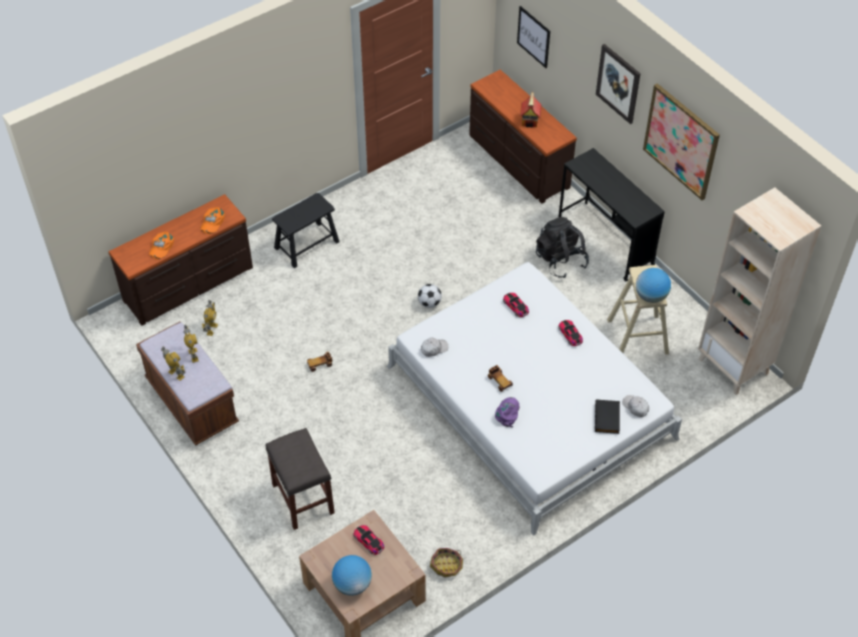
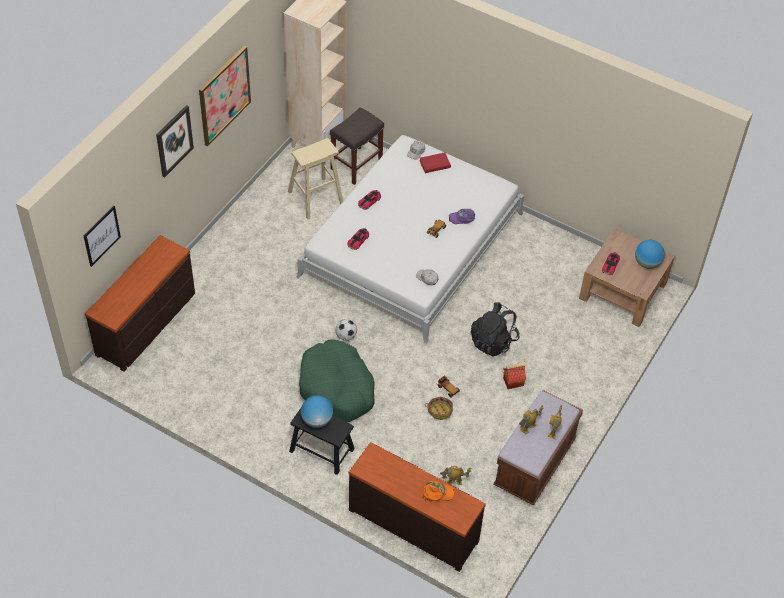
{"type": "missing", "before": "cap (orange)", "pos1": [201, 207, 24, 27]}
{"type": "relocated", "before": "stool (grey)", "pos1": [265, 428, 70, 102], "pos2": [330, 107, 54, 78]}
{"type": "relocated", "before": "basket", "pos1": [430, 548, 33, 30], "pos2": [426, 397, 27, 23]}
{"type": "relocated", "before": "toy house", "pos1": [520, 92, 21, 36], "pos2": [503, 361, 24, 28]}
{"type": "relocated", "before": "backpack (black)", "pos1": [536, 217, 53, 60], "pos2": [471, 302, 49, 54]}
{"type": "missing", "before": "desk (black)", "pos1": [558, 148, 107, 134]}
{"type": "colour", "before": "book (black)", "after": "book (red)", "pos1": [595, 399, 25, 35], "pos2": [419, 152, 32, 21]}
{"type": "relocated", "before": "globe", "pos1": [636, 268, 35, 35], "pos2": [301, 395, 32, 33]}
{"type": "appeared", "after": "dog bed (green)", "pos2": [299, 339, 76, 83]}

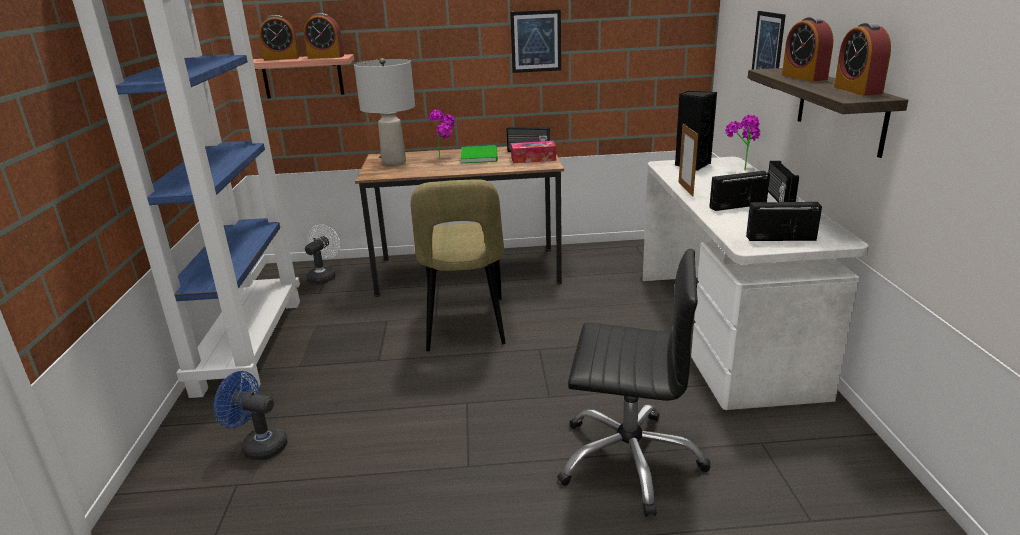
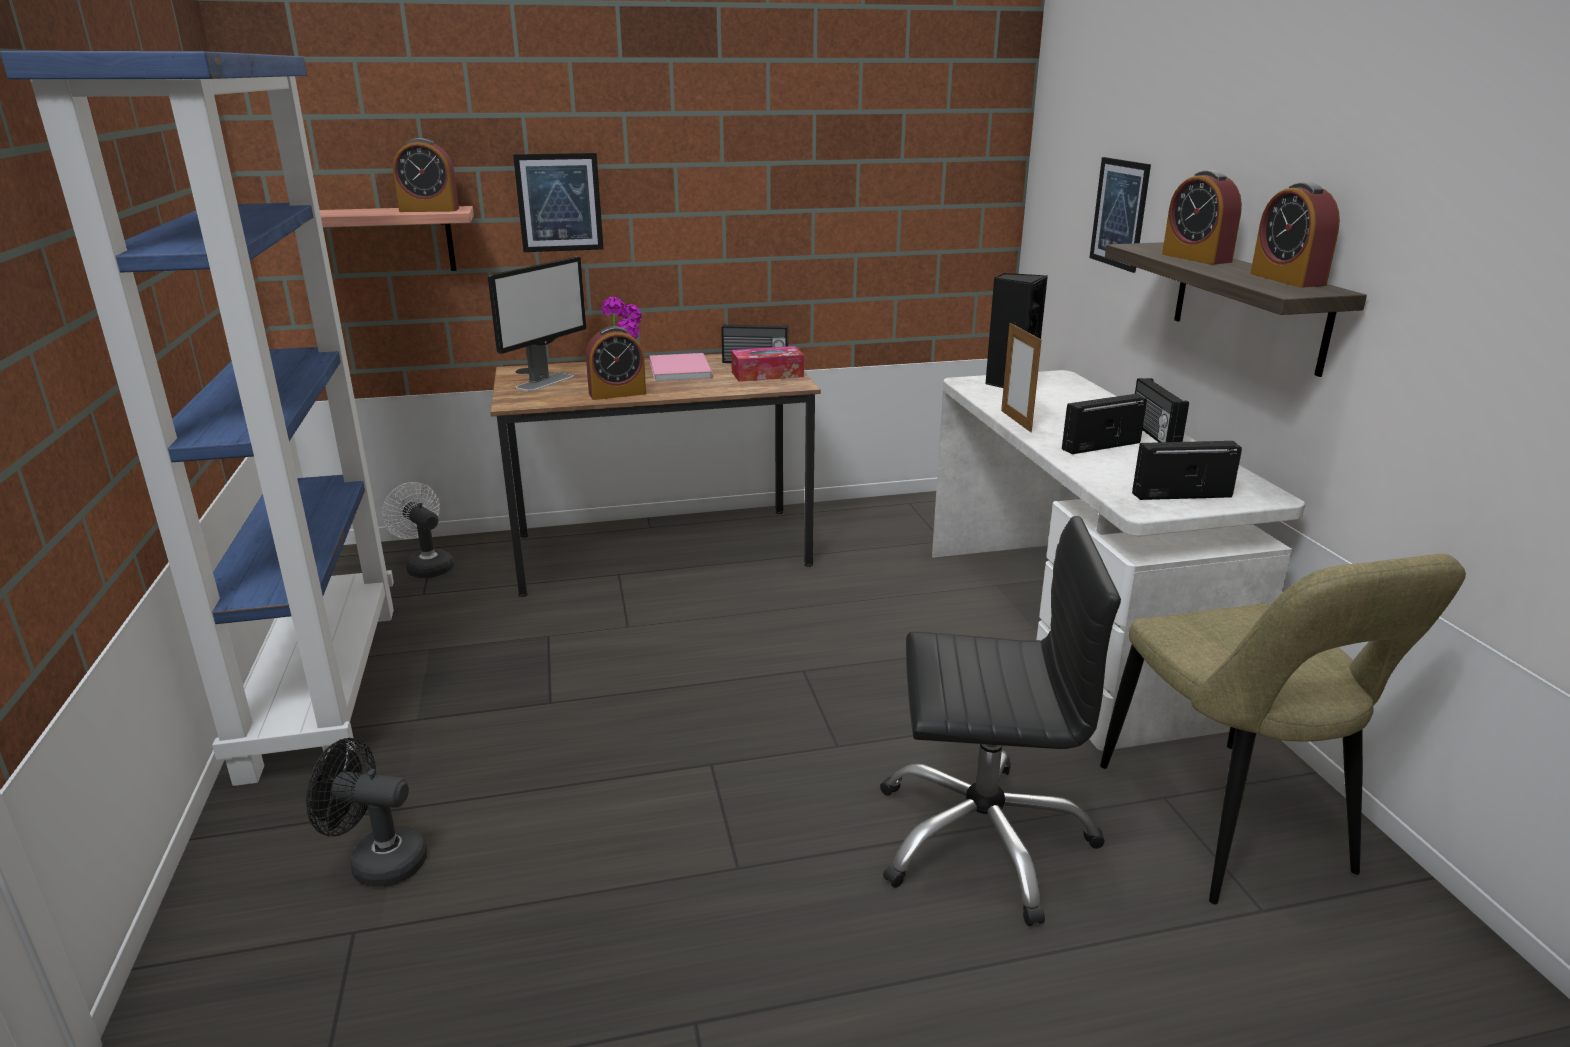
{"type": "colour", "before": "fan (blue)", "after": "fan (black)", "pos1": [214, 371, 74, 89], "pos2": [306, 738, 122, 149]}
{"type": "relocated", "before": "alarm clock", "pos1": [259, 15, 40, 46], "pos2": [586, 326, 60, 74]}
{"type": "spun", "before": "fan (white)", "pos1": [305, 224, 35, 60], "pos2": [382, 482, 72, 96], "turn": -60}
{"type": "exchanged", "before": "table lamp (grey)", "after": "monitor", "pos1": [354, 58, 61, 108], "pos2": [488, 257, 98, 134]}
{"type": "relocated", "before": "chair (beige)", "pos1": [410, 179, 96, 172], "pos2": [1100, 554, 366, 350]}
{"type": "colour", "before": "book (green)", "after": "book (pink)", "pos1": [460, 145, 38, 18], "pos2": [650, 353, 63, 29]}
{"type": "relocated", "before": "picture", "pos1": [510, 10, 51, 63], "pos2": [513, 153, 91, 99]}
{"type": "missing", "before": "potted plant", "pos1": [725, 115, 35, 56]}

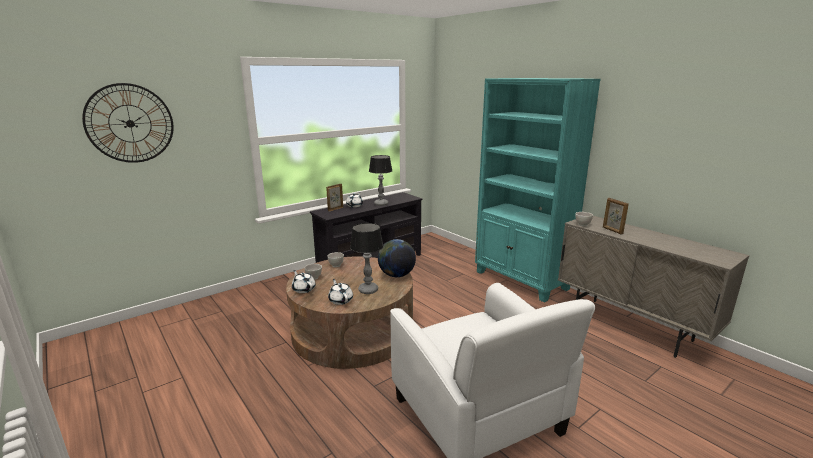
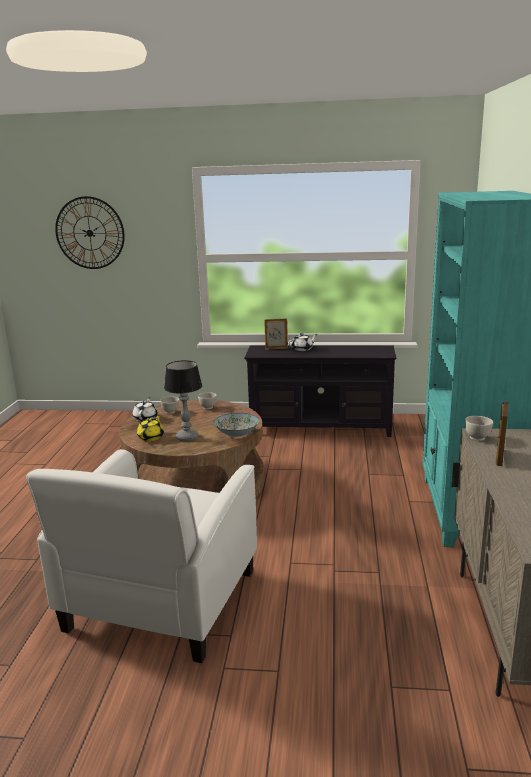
{"type": "colour", "before": "teapot (white)", "after": "teapot (yellow)", "pos1": [328, 279, 25, 26], "pos2": [137, 414, 27, 27]}
{"type": "missing", "before": "table lamp", "pos1": [369, 155, 23, 51]}
{"type": "exchanged", "before": "globe", "after": "bowl", "pos1": [378, 239, 38, 38], "pos2": [214, 413, 45, 24]}

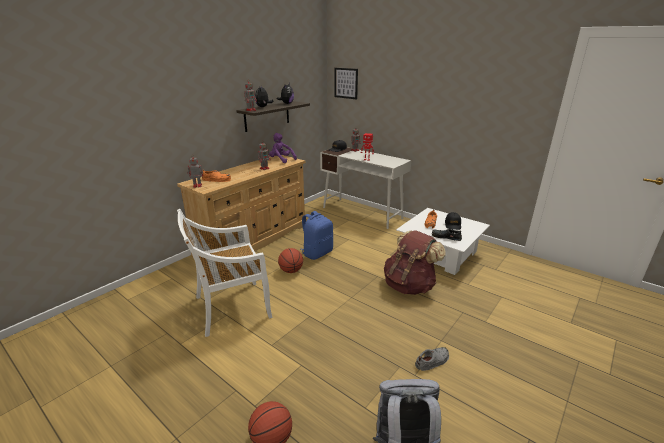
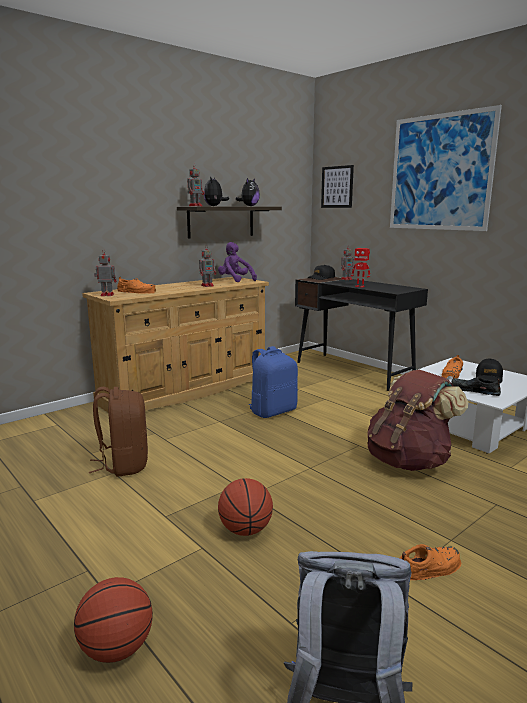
{"type": "exchanged", "before": "chair (white)", "after": "backpack (brown)", "pos1": [177, 209, 96, 128], "pos2": [88, 387, 60, 90]}
{"type": "relocated", "before": "basketball", "pos1": [278, 248, 25, 25], "pos2": [218, 478, 55, 58]}
{"type": "colour", "before": "desk (white)", "after": "desk (black)", "pos1": [320, 147, 91, 82], "pos2": [295, 277, 133, 114]}
{"type": "colour", "before": "shoe (grey)", "after": "shoe (orange)", "pos1": [415, 347, 34, 24], "pos2": [400, 544, 61, 36]}
{"type": "appeared", "after": "picture", "pos2": [390, 105, 112, 126]}

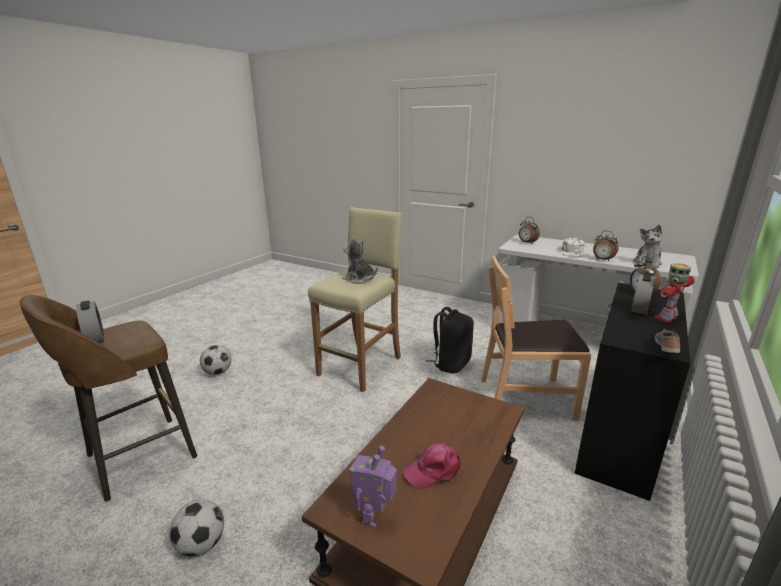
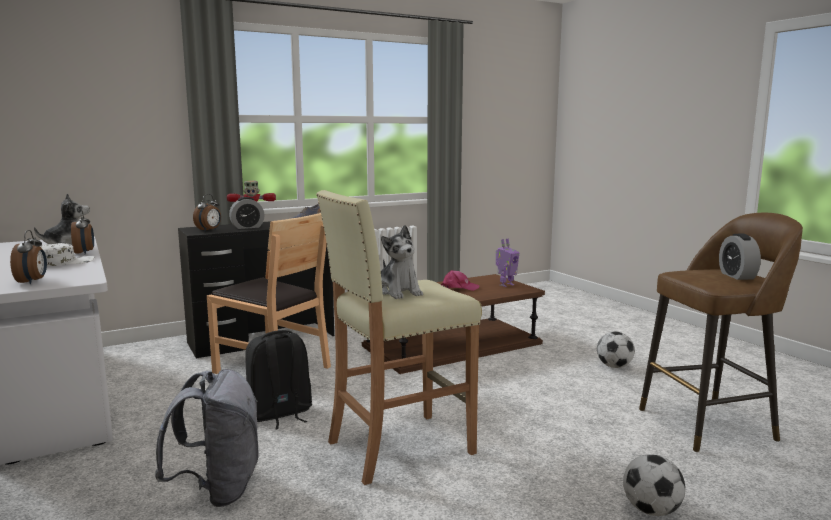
{"type": "appeared", "after": "backpack (grey)", "pos2": [155, 369, 104, 138]}

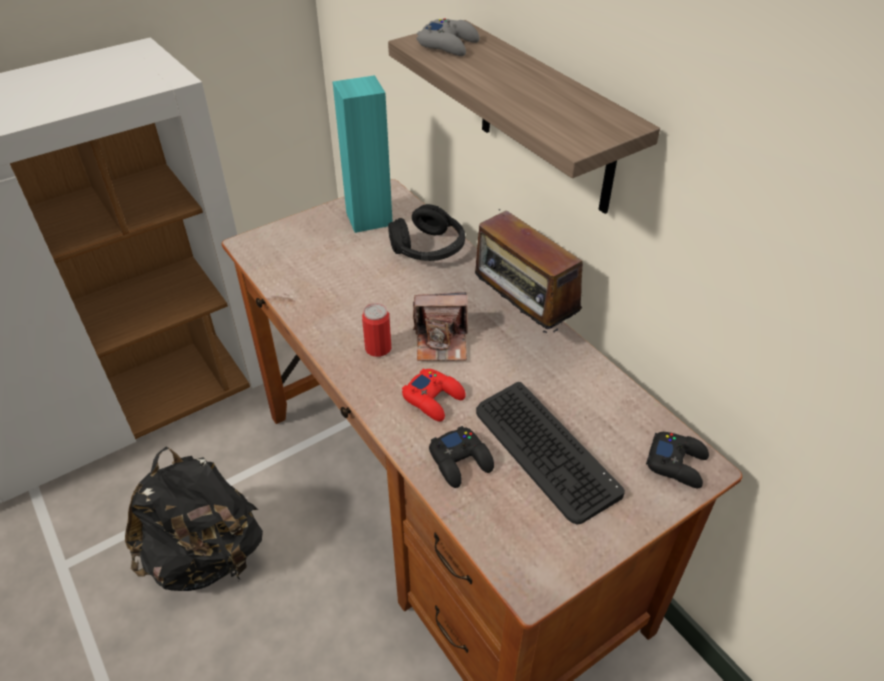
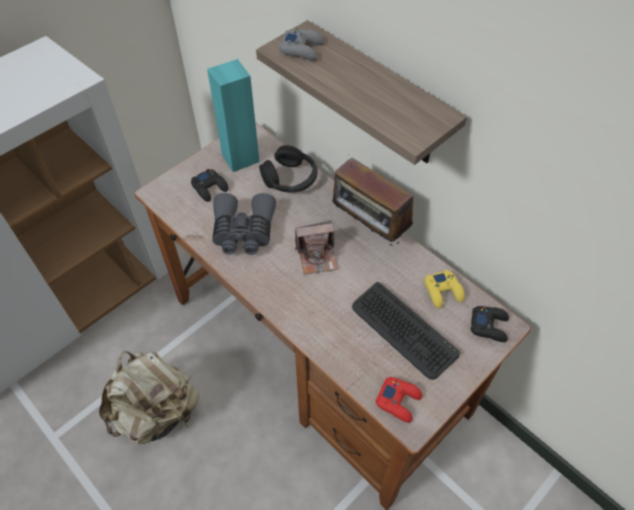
{"type": "colour", "before": "backpack (black)", "after": "backpack (beige)", "pos1": [125, 447, 138, 144], "pos2": [99, 351, 100, 93]}
{"type": "missing", "before": "can", "pos1": [362, 303, 29, 54]}
{"type": "relocated", "before": "game controller (red)", "pos1": [402, 368, 64, 54], "pos2": [375, 377, 47, 46]}
{"type": "relocated", "before": "game controller (black)", "pos1": [429, 426, 65, 62], "pos2": [191, 169, 37, 33]}
{"type": "appeared", "after": "binoculars (grey)", "pos2": [212, 193, 64, 62]}
{"type": "appeared", "after": "game controller (yellow)", "pos2": [425, 270, 40, 38]}

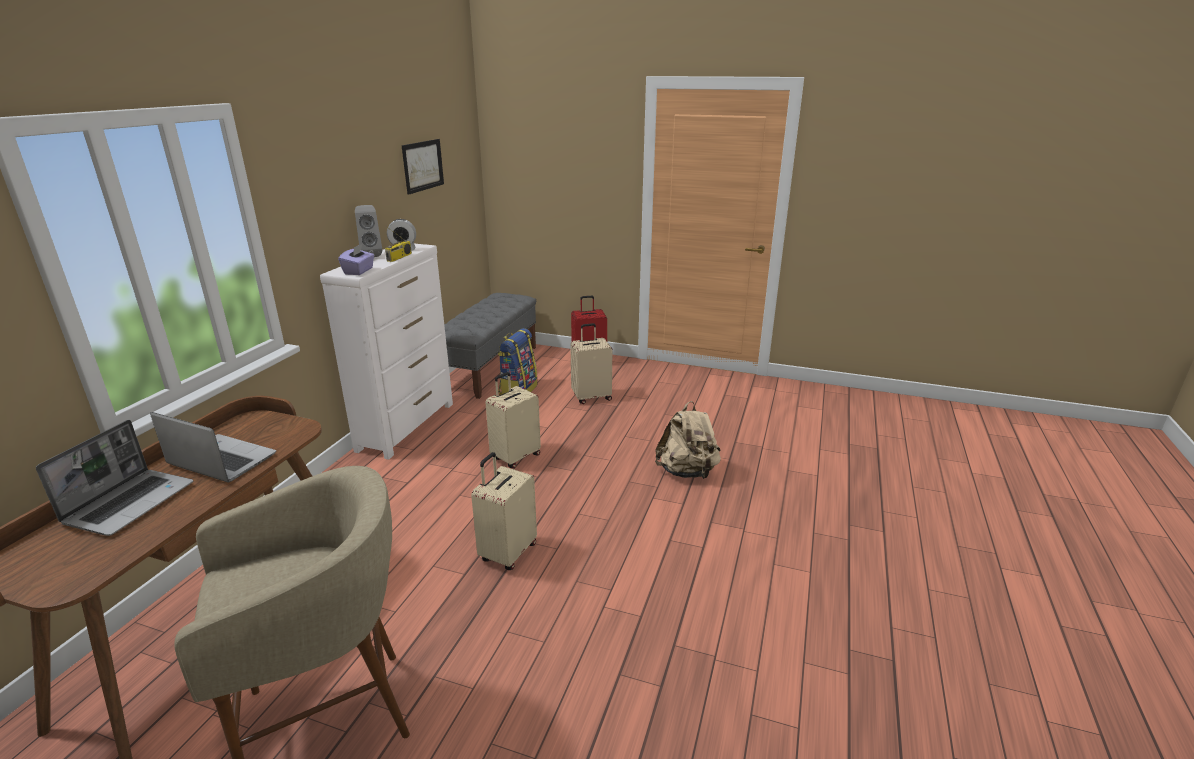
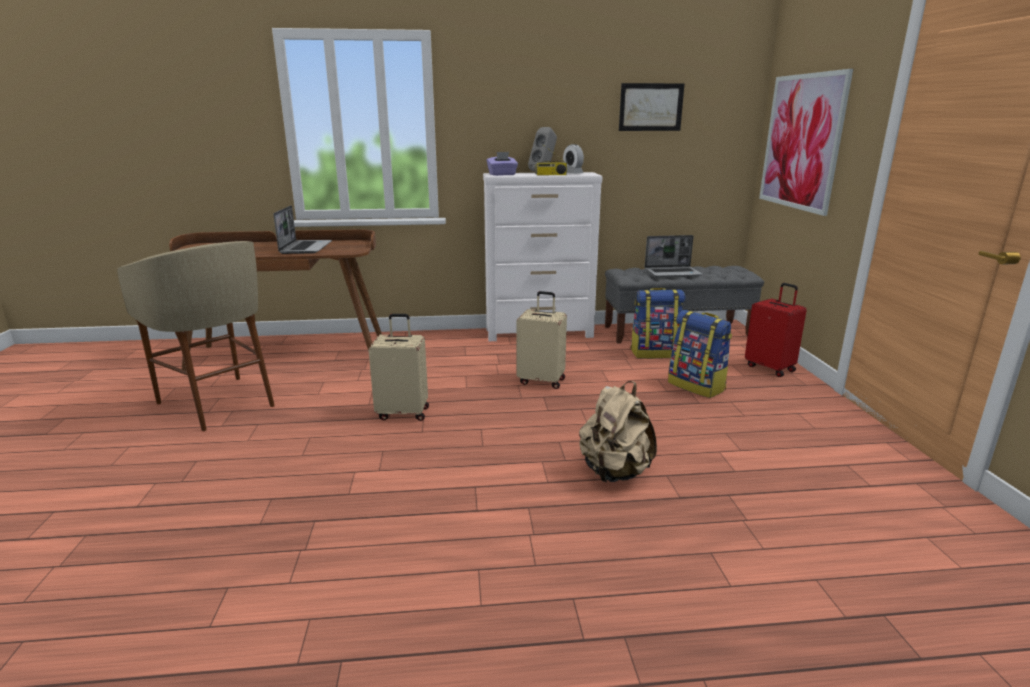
{"type": "relocated", "before": "laptop", "pos1": [36, 420, 158, 116], "pos2": [644, 235, 59, 42]}
{"type": "exchanged", "before": "suitcase (beige)", "after": "backpack", "pos1": [570, 323, 42, 81], "pos2": [668, 310, 64, 88]}
{"type": "appeared", "after": "picture", "pos2": [759, 69, 94, 147]}

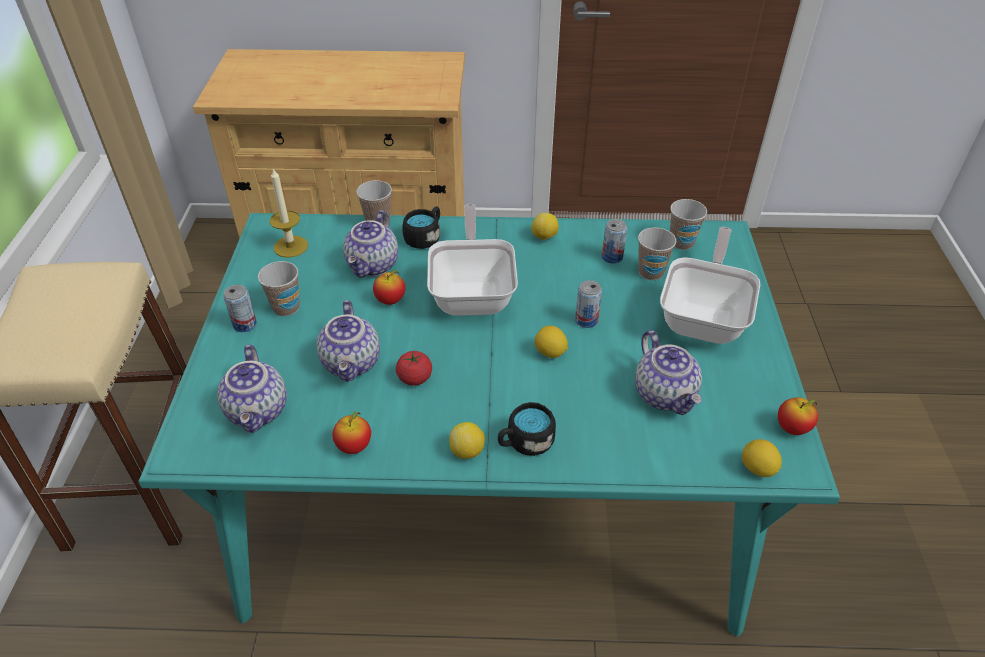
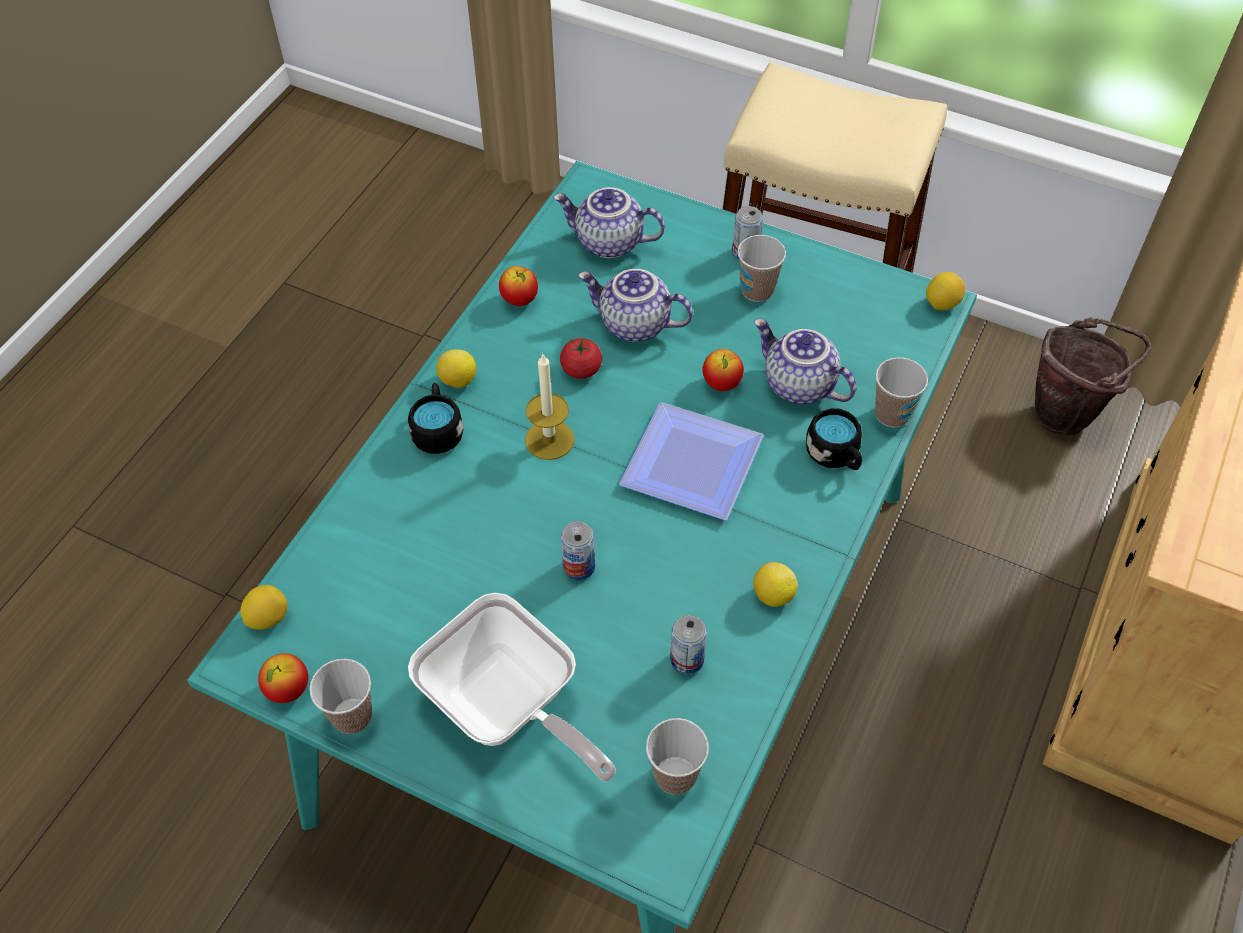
{"type": "relocated", "before": "candle", "pos1": [270, 169, 38, 89], "pos2": [525, 353, 49, 107]}
{"type": "exchanged", "before": "frying pan", "after": "plate", "pos1": [427, 204, 91, 112], "pos2": [619, 402, 145, 118]}
{"type": "relocated", "before": "lemon", "pos1": [535, 326, 33, 32], "pos2": [926, 272, 39, 38]}
{"type": "missing", "before": "teapot", "pos1": [635, 330, 67, 85]}
{"type": "relocated", "before": "cup", "pos1": [638, 227, 38, 53], "pos2": [309, 659, 63, 75]}
{"type": "appeared", "after": "bucket (brown)", "pos2": [1035, 317, 116, 119]}

